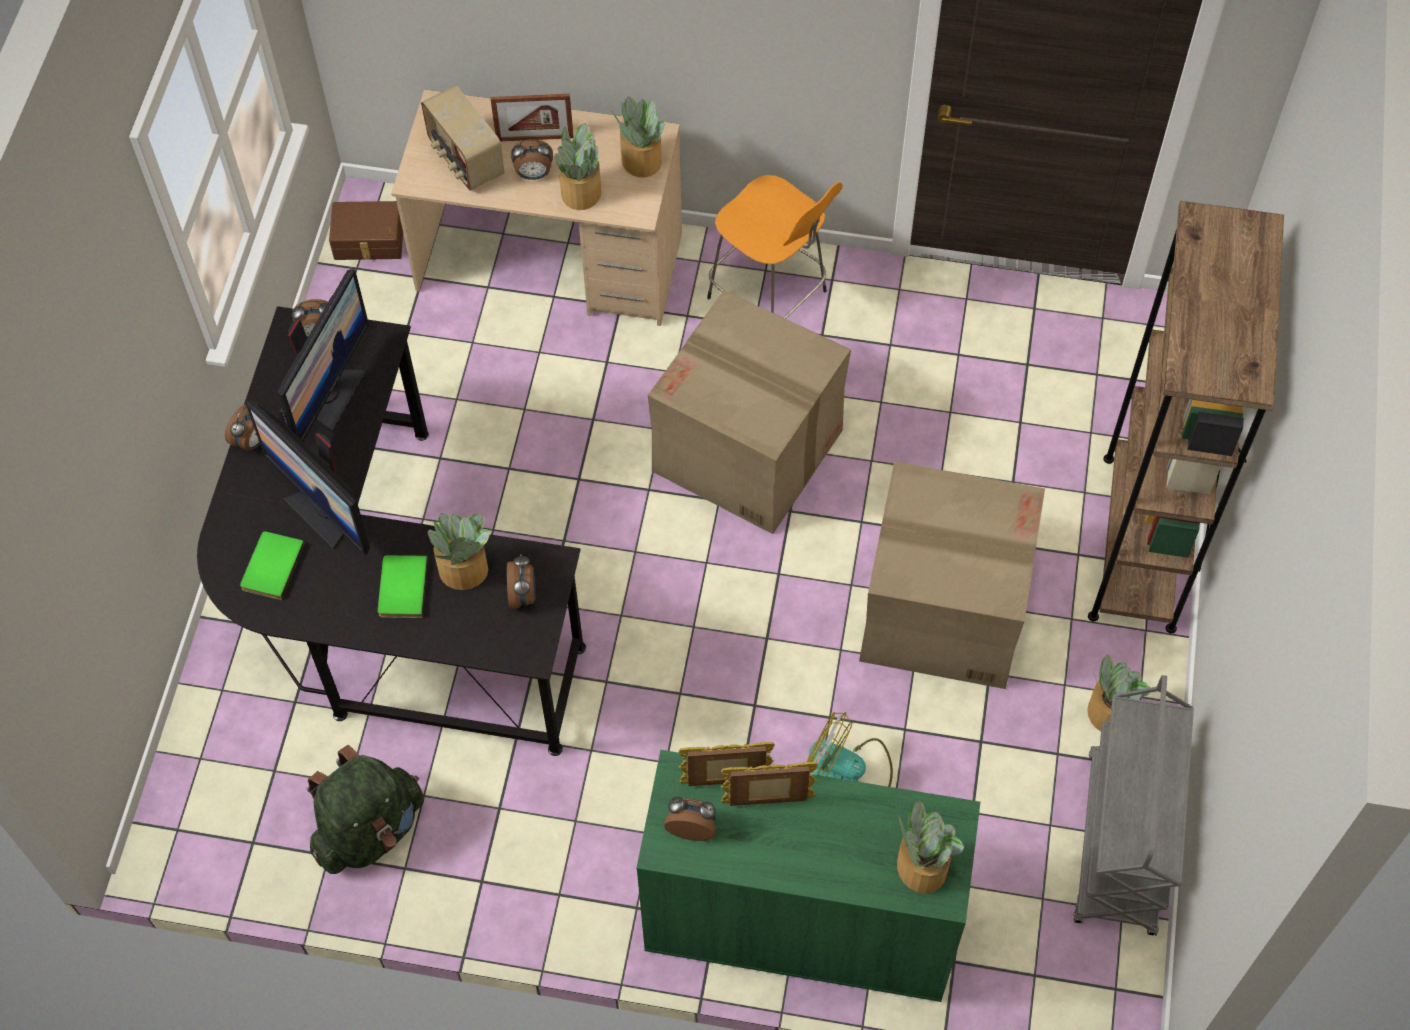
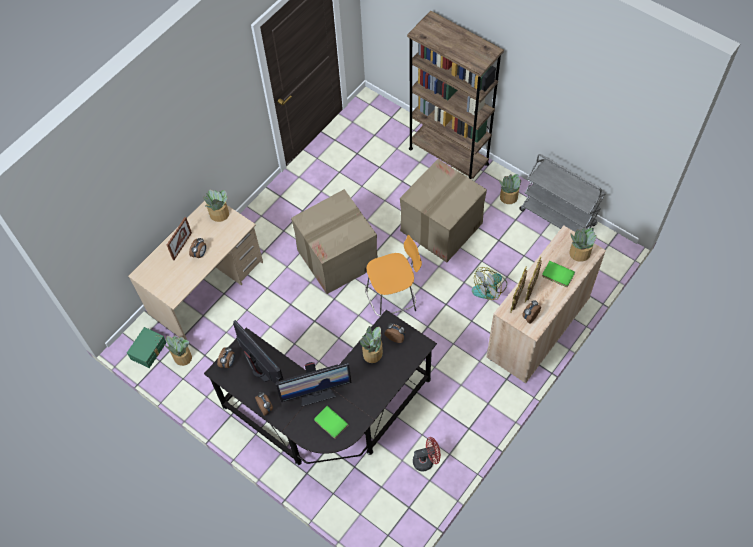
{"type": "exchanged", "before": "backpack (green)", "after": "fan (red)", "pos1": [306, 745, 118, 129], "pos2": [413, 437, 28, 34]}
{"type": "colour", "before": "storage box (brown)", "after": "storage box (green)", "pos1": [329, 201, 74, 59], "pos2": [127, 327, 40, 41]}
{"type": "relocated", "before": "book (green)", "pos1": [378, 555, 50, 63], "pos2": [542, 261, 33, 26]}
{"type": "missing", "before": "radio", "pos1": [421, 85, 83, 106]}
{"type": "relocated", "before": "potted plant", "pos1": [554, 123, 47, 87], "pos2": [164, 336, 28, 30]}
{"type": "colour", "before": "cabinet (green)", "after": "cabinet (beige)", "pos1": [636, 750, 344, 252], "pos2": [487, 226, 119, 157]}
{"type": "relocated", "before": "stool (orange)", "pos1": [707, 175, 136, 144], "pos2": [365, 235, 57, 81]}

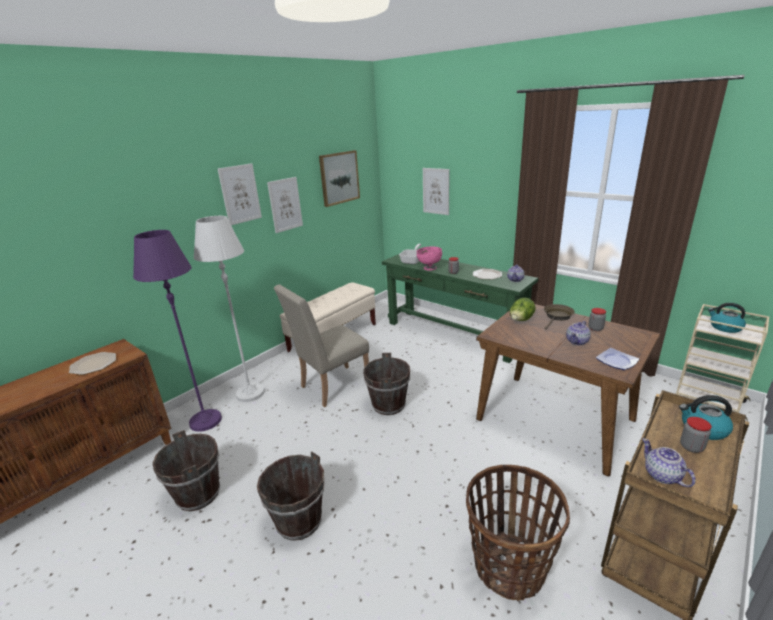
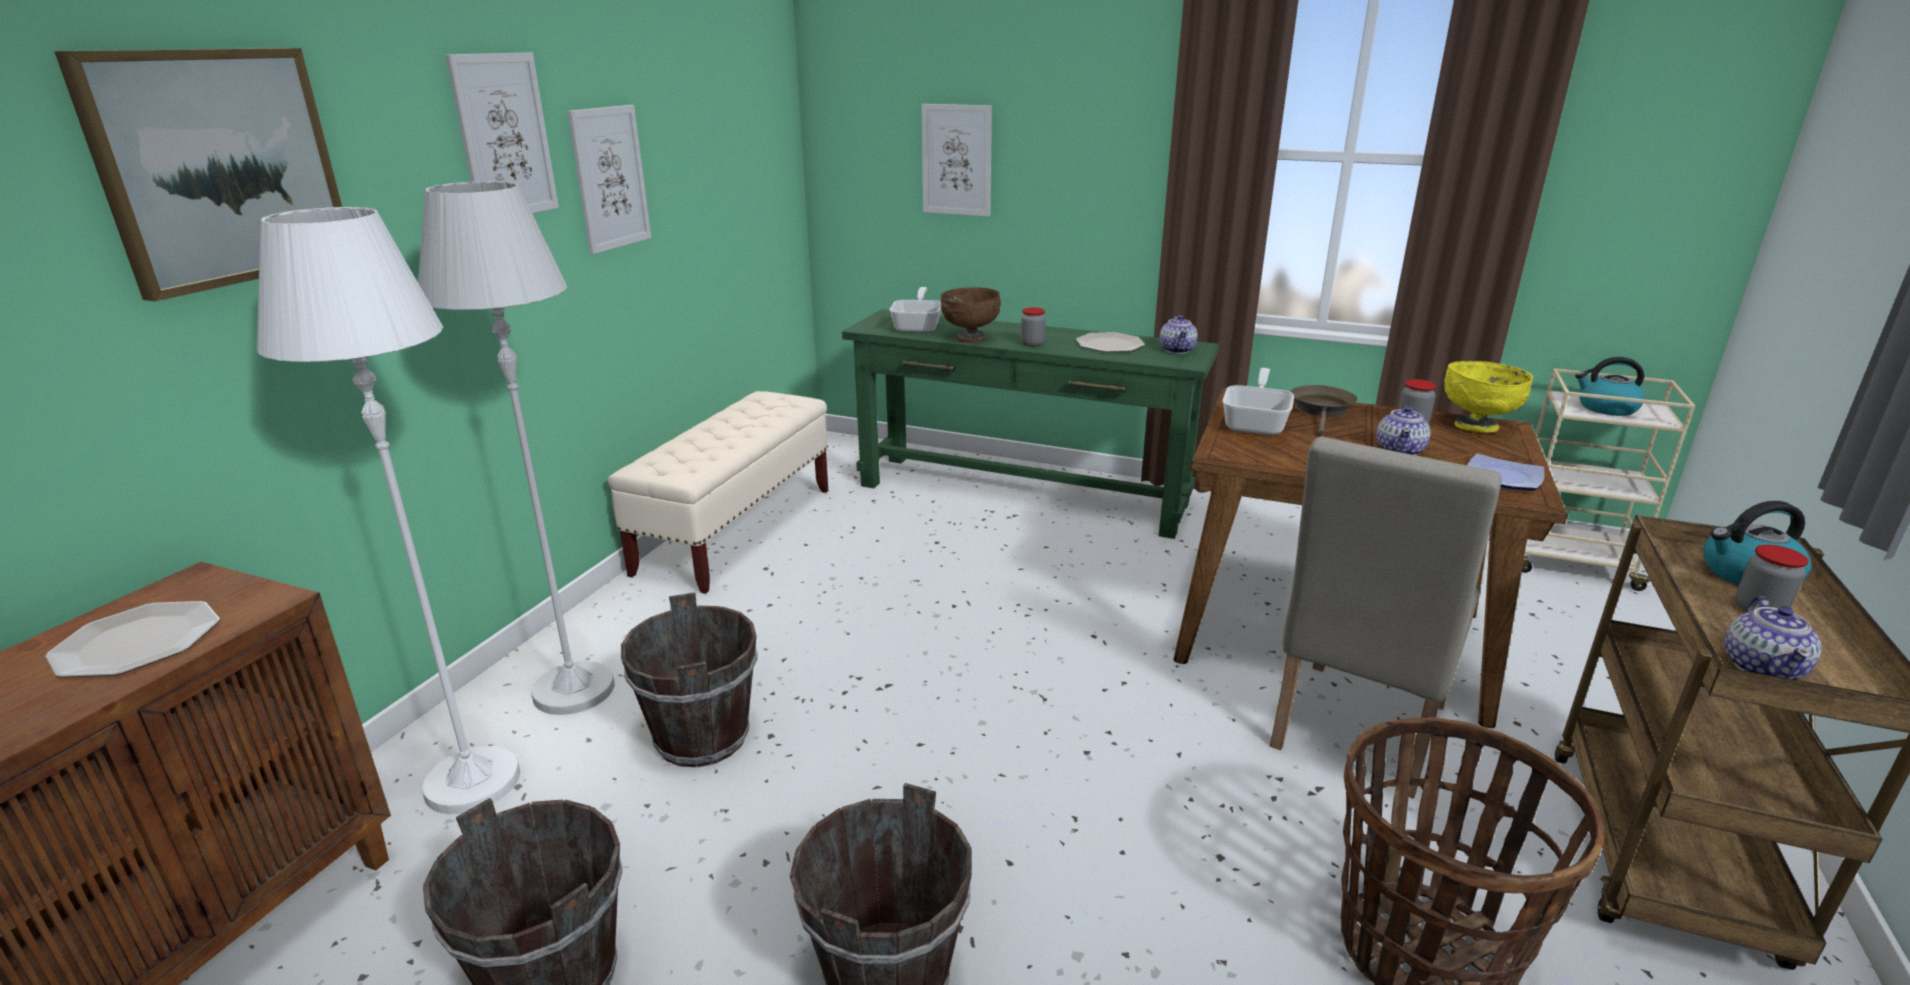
{"type": "colour", "before": "floor lamp (purple)", "after": "floor lamp (white)", "pos1": [133, 230, 89, 202], "pos2": [257, 207, 263, 607]}
{"type": "relocated", "before": "chair (beige)", "pos1": [274, 284, 95, 123], "pos2": [1270, 437, 232, 362]}
{"type": "relocated", "before": "picture", "pos1": [319, 150, 41, 57], "pos2": [54, 48, 288, 253]}
{"type": "relocated", "before": "bucket (brown)", "pos1": [363, 353, 47, 62], "pos2": [621, 592, 137, 175]}
{"type": "colour", "before": "bowl (pink)", "after": "bowl (brown)", "pos1": [417, 246, 25, 25], "pos2": [940, 287, 61, 56]}
{"type": "exchanged", "before": "lettuce", "after": "frying pan", "pos1": [510, 298, 26, 23], "pos2": [1222, 368, 72, 67]}
{"type": "spun", "before": "teapot", "pos1": [642, 438, 54, 49], "pos2": [1725, 596, 97, 84], "turn": -120}
{"type": "appeared", "after": "bowl (yellow)", "pos2": [1444, 361, 89, 72]}

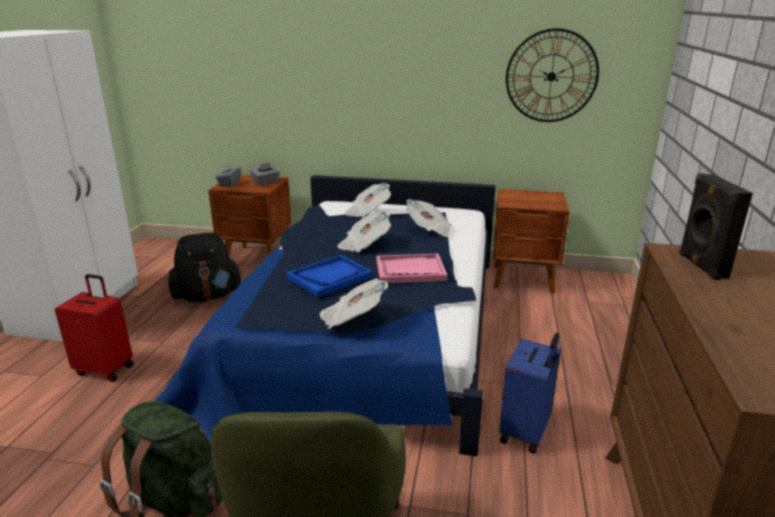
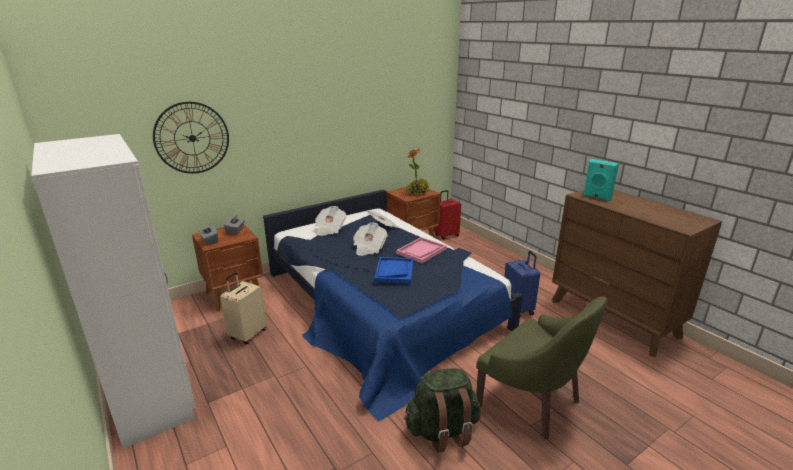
{"type": "relocated", "before": "suitcase (red)", "pos1": [55, 274, 79, 108], "pos2": [433, 190, 28, 50]}
{"type": "exchanged", "before": "backpack (black)", "after": "suitcase (beige)", "pos1": [168, 233, 74, 69], "pos2": [220, 272, 47, 72]}
{"type": "missing", "before": "newspaper", "pos1": [319, 278, 69, 51]}
{"type": "relocated", "before": "wall clock", "pos1": [506, 28, 93, 94], "pos2": [153, 102, 76, 72]}
{"type": "colour", "before": "speaker (black)", "after": "speaker (turquoise)", "pos1": [679, 173, 74, 107], "pos2": [583, 159, 36, 42]}
{"type": "appeared", "after": "potted plant", "pos2": [405, 148, 24, 47]}

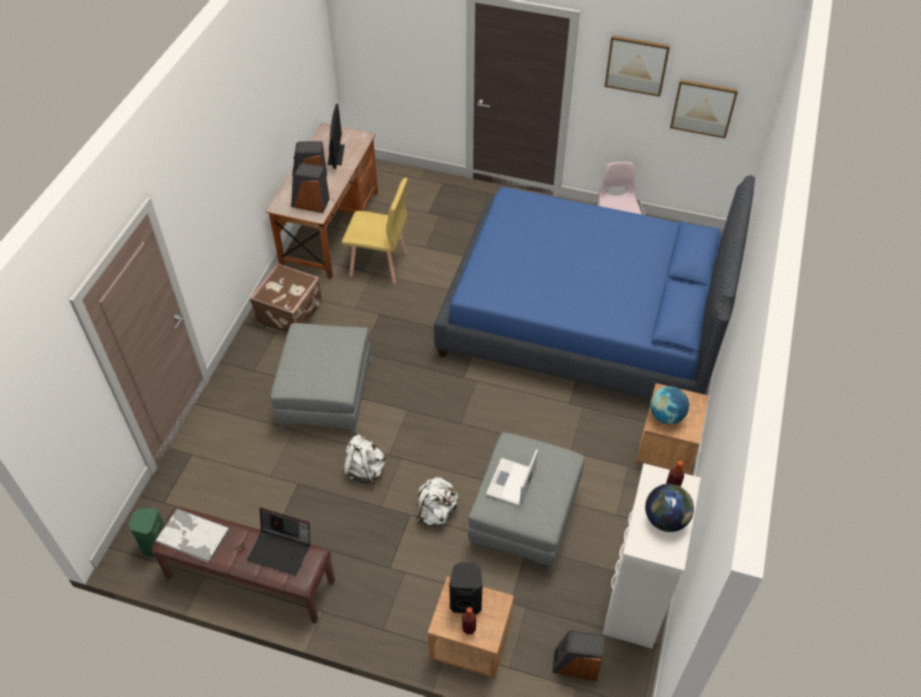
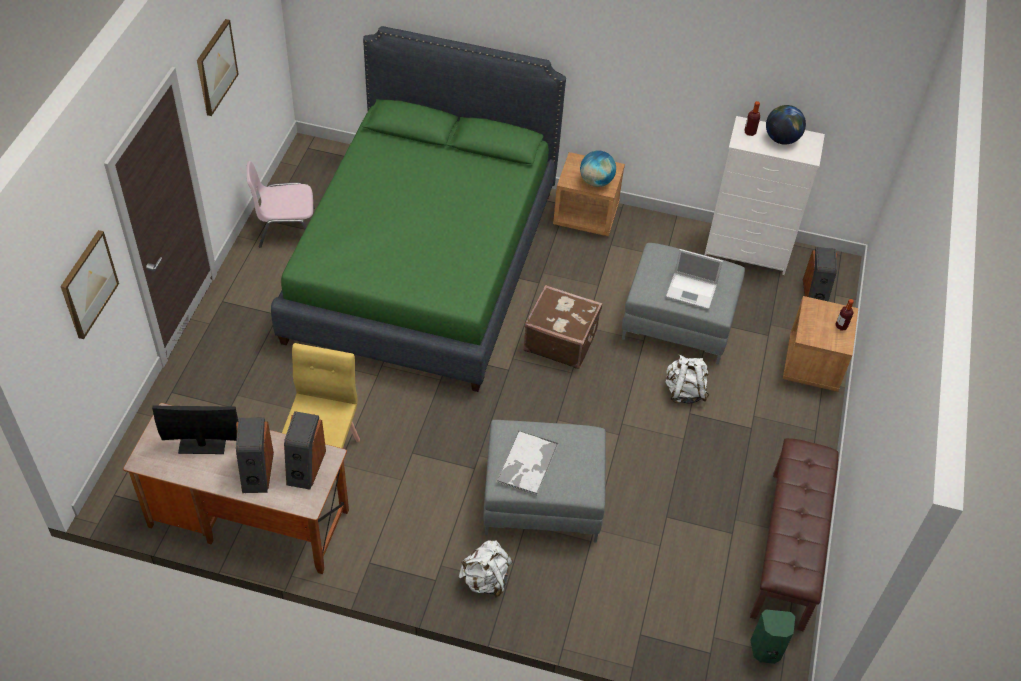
{"type": "relocated", "before": "tray", "pos1": [155, 508, 75, 55], "pos2": [497, 431, 61, 64]}
{"type": "missing", "before": "laptop", "pos1": [247, 508, 63, 67]}
{"type": "relocated", "before": "suitcase (brown)", "pos1": [250, 263, 73, 70], "pos2": [523, 285, 79, 84]}
{"type": "relocated", "before": "backpack (white)", "pos1": [343, 435, 42, 50], "pos2": [459, 541, 54, 56]}
{"type": "colour", "before": "bed (blue)", "after": "bed (green)", "pos1": [434, 175, 321, 224], "pos2": [271, 26, 295, 366]}
{"type": "missing", "before": "speaker (black)", "pos1": [449, 562, 34, 52]}
{"type": "relocated", "before": "picture", "pos1": [670, 79, 68, 60], "pos2": [60, 230, 59, 109]}

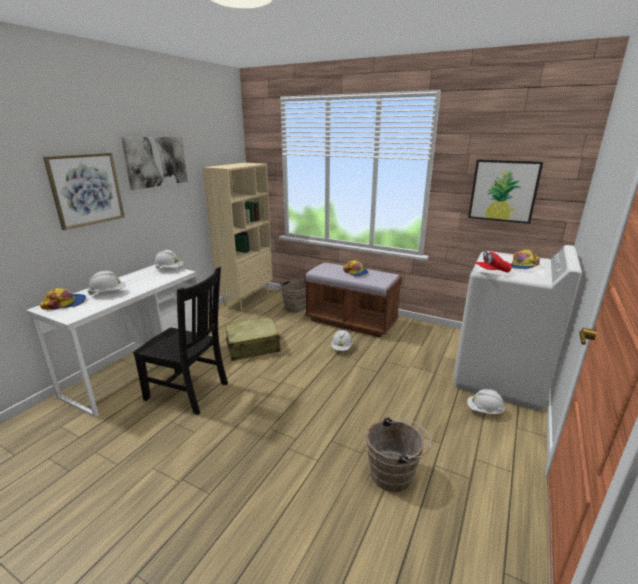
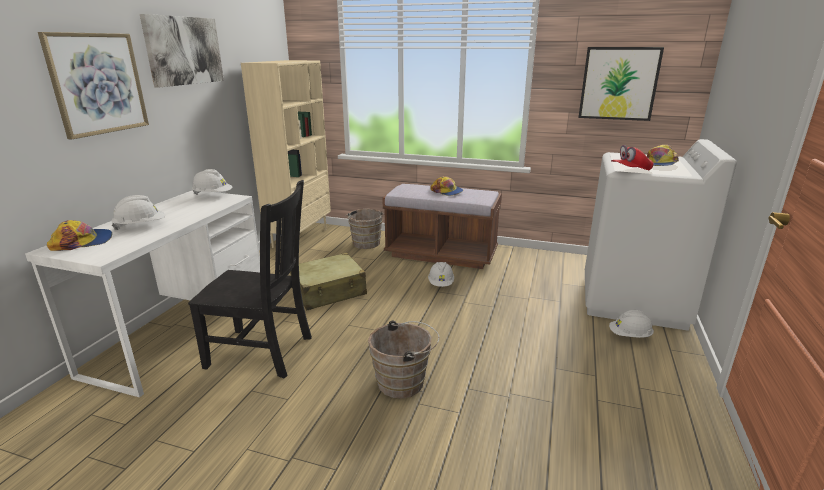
{"type": "relocated", "before": "bucket (brown)", "pos1": [366, 417, 65, 75], "pos2": [368, 321, 71, 77]}

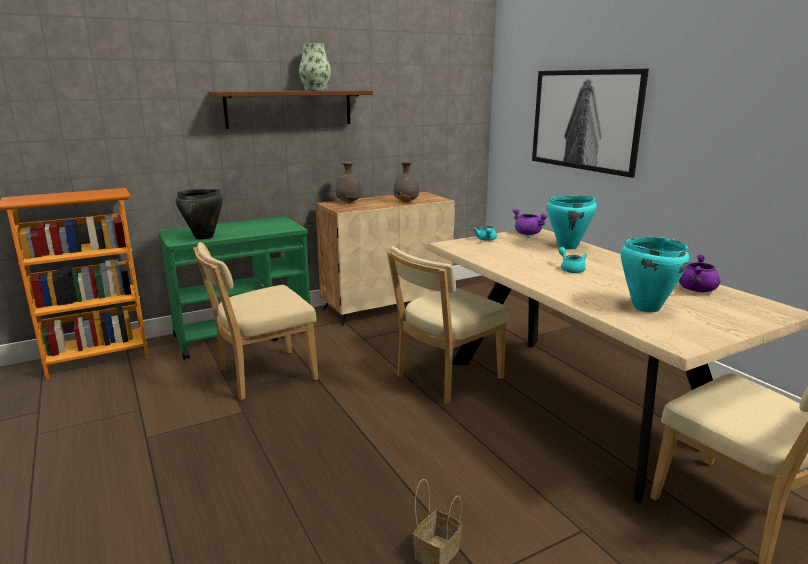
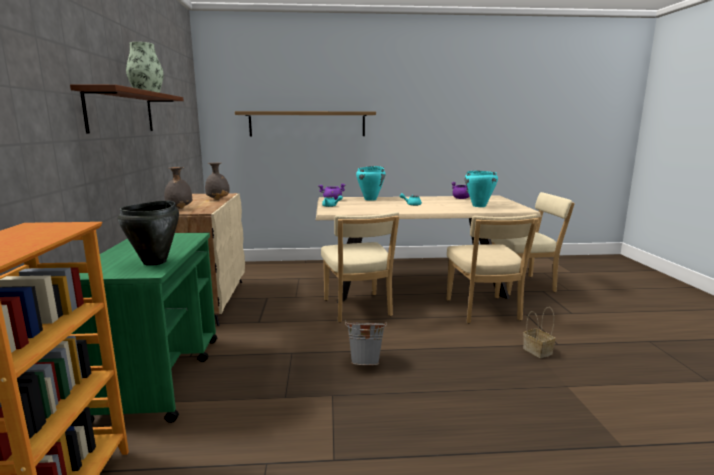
{"type": "relocated", "before": "chair (beige)", "pos1": [193, 242, 125, 158], "pos2": [447, 214, 92, 109]}
{"type": "exchanged", "before": "picture", "after": "shelf", "pos1": [532, 69, 117, 109], "pos2": [235, 111, 141, 25]}
{"type": "appeared", "after": "bucket (grey)", "pos2": [345, 322, 42, 43]}

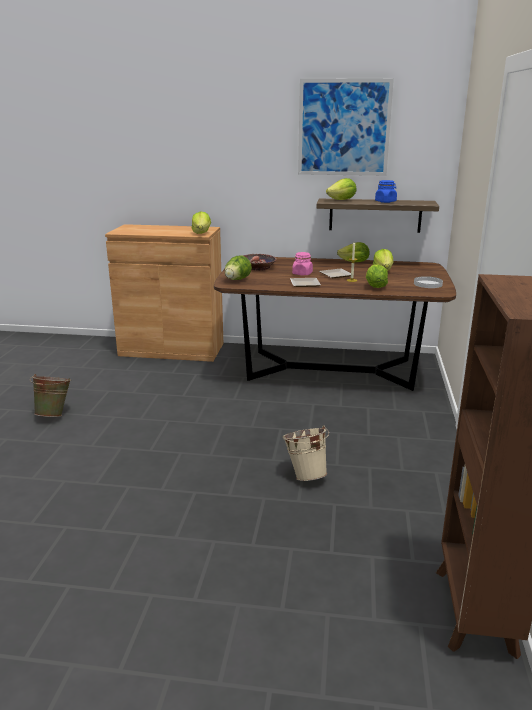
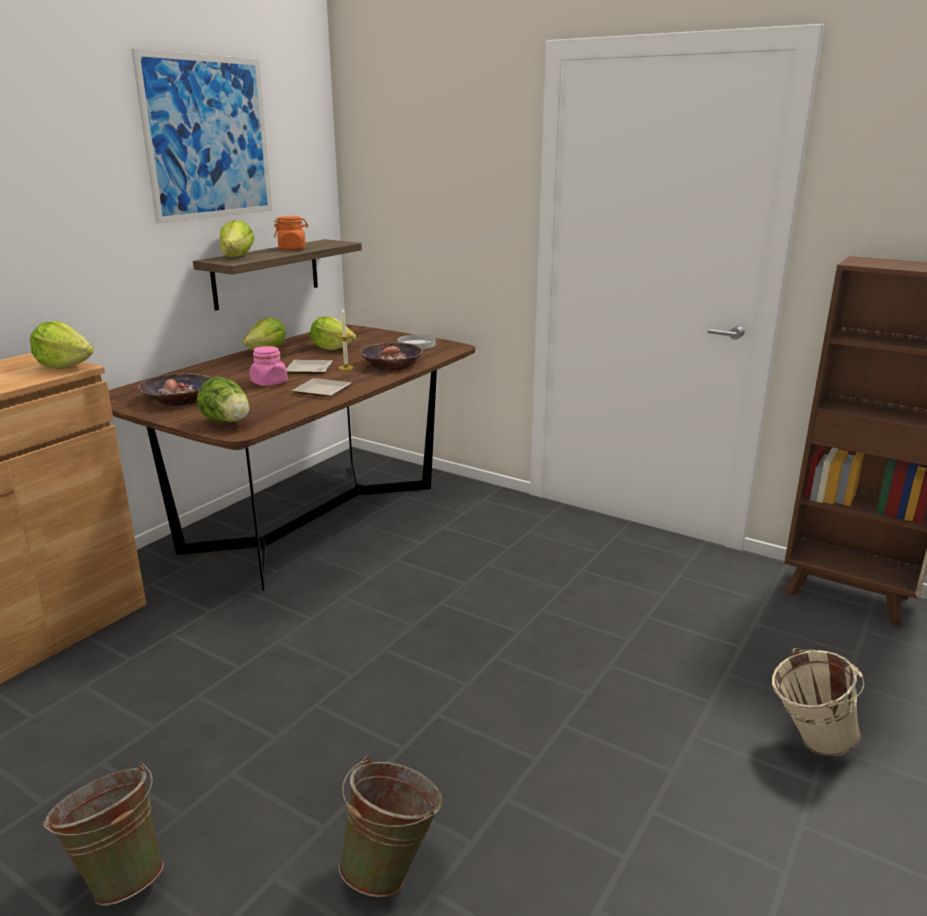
{"type": "relocated", "before": "bucket (beige)", "pos1": [283, 425, 46, 56], "pos2": [772, 648, 92, 108]}
{"type": "exchanged", "before": "lettuce", "after": "bowl", "pos1": [366, 264, 22, 24], "pos2": [360, 342, 63, 29]}
{"type": "colour", "before": "jar (blue)", "after": "jar (orange)", "pos1": [375, 180, 22, 23], "pos2": [274, 216, 34, 34]}
{"type": "appeared", "after": "bucket (green)", "pos2": [339, 756, 104, 141]}

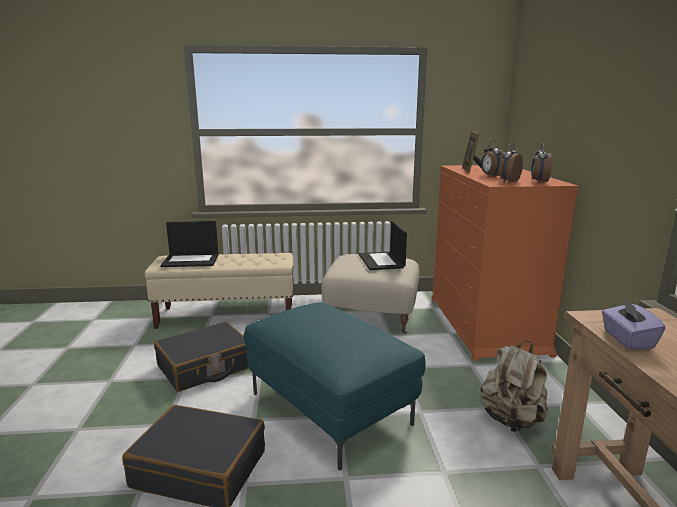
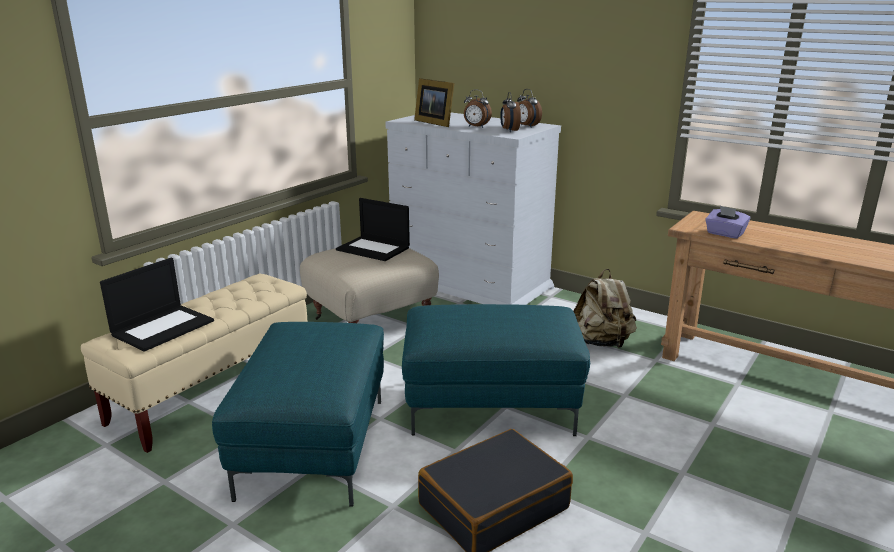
{"type": "exchanged", "before": "suitcase (black)", "after": "ottoman (turquoise)", "pos1": [154, 322, 95, 70], "pos2": [212, 322, 172, 185]}
{"type": "colour", "before": "dresser (orange)", "after": "dresser (white)", "pos1": [432, 165, 147, 196], "pos2": [385, 113, 176, 192]}

